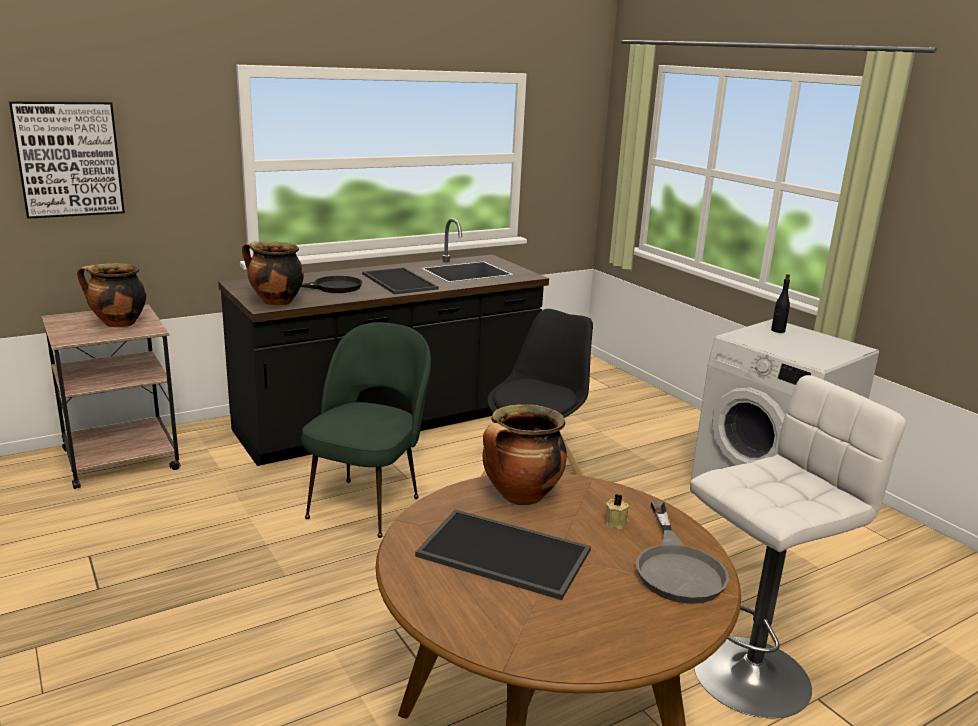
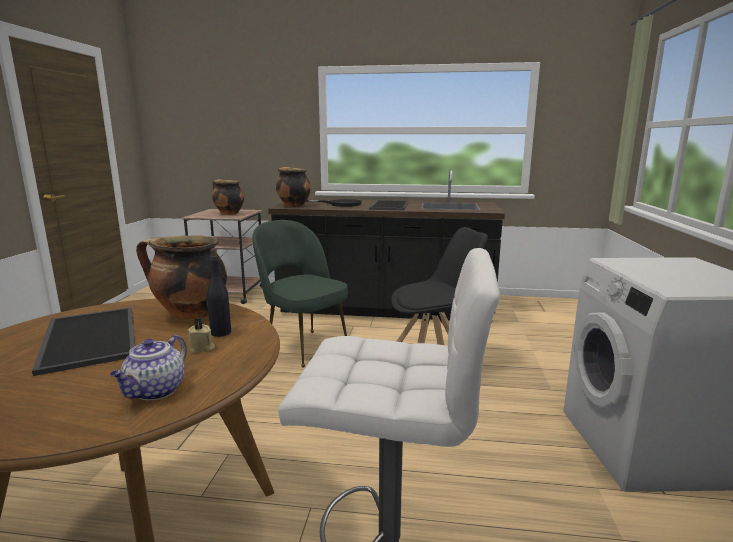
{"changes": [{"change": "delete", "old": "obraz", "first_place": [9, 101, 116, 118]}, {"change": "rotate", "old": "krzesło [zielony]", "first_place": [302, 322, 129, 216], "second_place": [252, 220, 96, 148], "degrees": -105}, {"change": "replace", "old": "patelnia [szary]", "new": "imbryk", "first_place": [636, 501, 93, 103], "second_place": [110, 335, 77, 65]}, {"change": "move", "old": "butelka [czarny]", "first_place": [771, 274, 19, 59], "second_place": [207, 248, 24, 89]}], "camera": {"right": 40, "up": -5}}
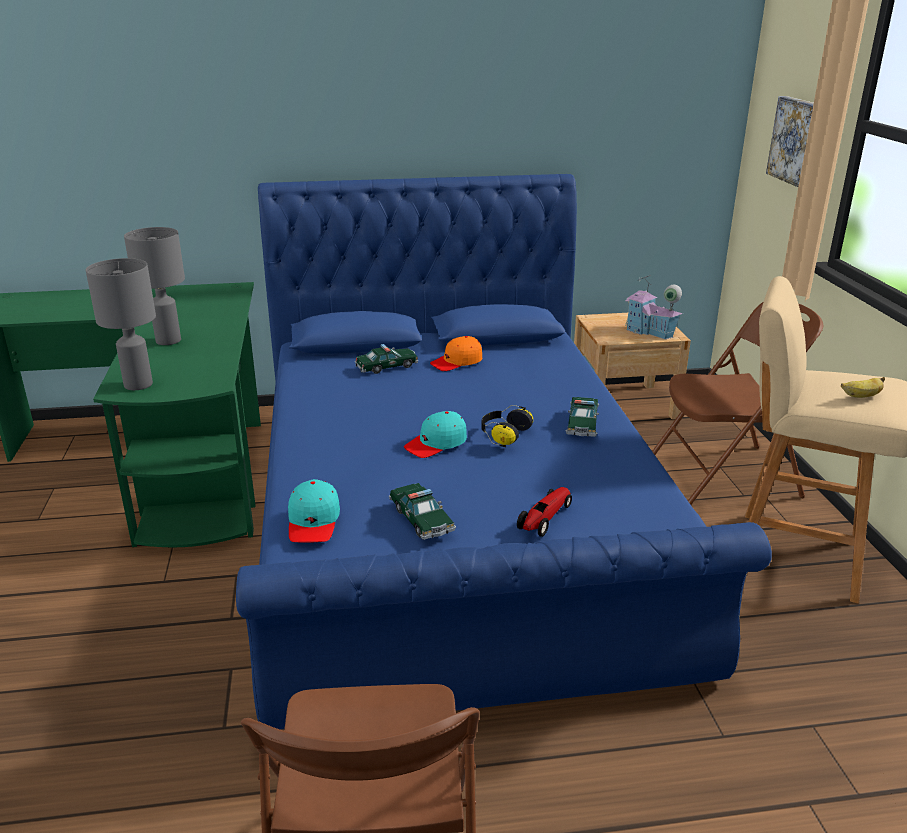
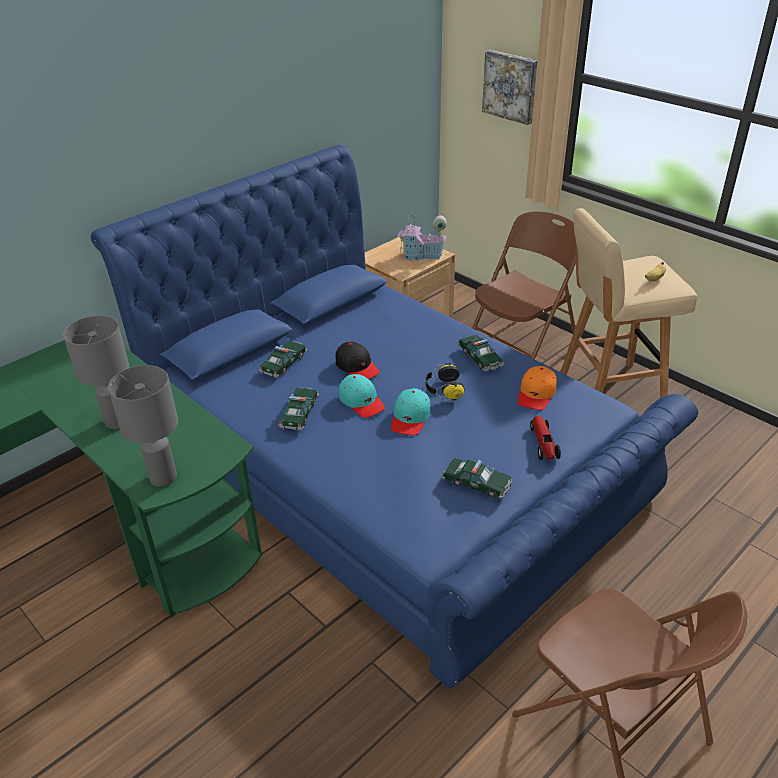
{"changes": [{"change": "move", "old": "czapka z daszkiem [turkusowy]", "first_place": [288, 479, 52, 64], "second_place": [339, 374, 46, 44]}, {"change": "move", "old": "czapka z daszkiem [pomarańczowy]", "first_place": [430, 336, 52, 35], "second_place": [518, 366, 39, 44]}, {"change": "insert", "new": "samochodzik", "second_place": [278, 388, 41, 43]}, {"change": "insert", "new": "czapka z daszkiem [czarny]", "second_place": [336, 342, 44, 37]}], "camera": {"right": -35, "up": 10}}
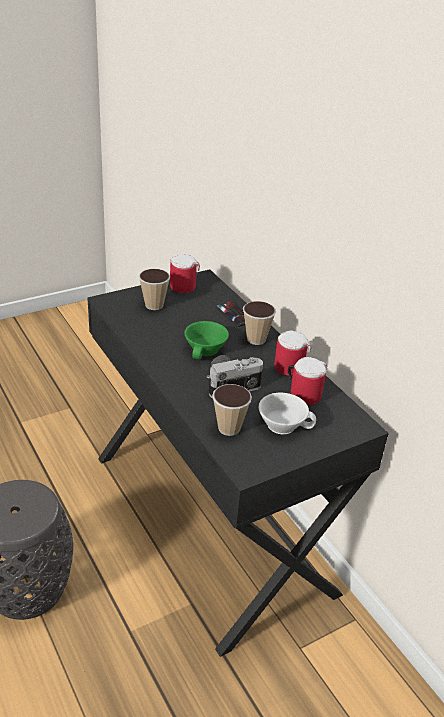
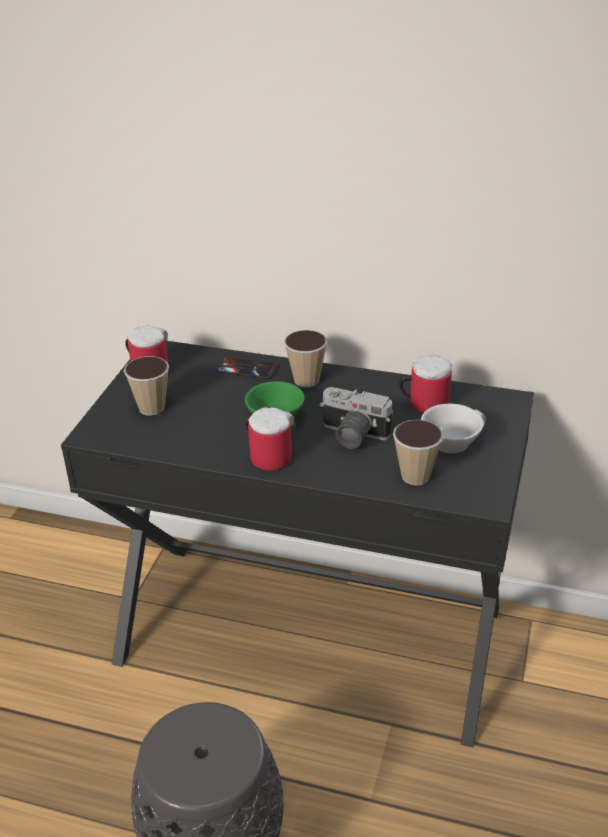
{"changes": [{"change": "rotate", "old": "aparat fotograficzny", "first_place": [207, 355, 56, 43], "second_place": [320, 387, 73, 62], "degrees": -90}, {"change": "move", "old": "kubek", "first_place": [275, 331, 37, 45], "second_place": [246, 407, 48, 64]}], "camera": {"right": -40, "up": 0}}
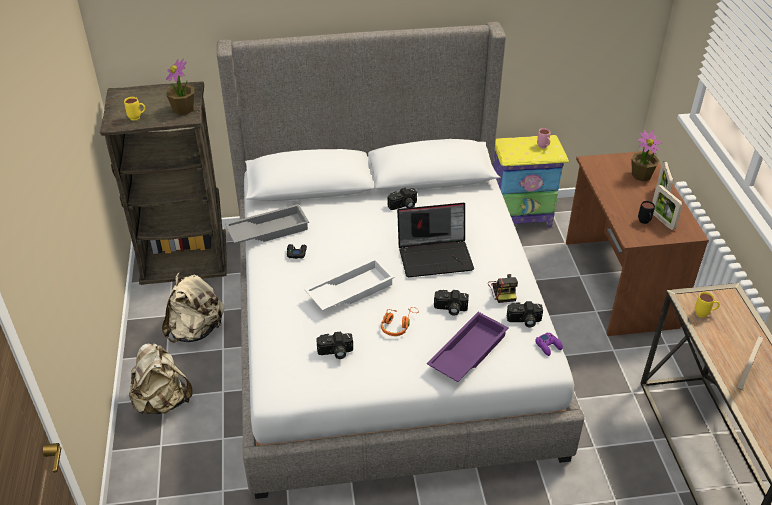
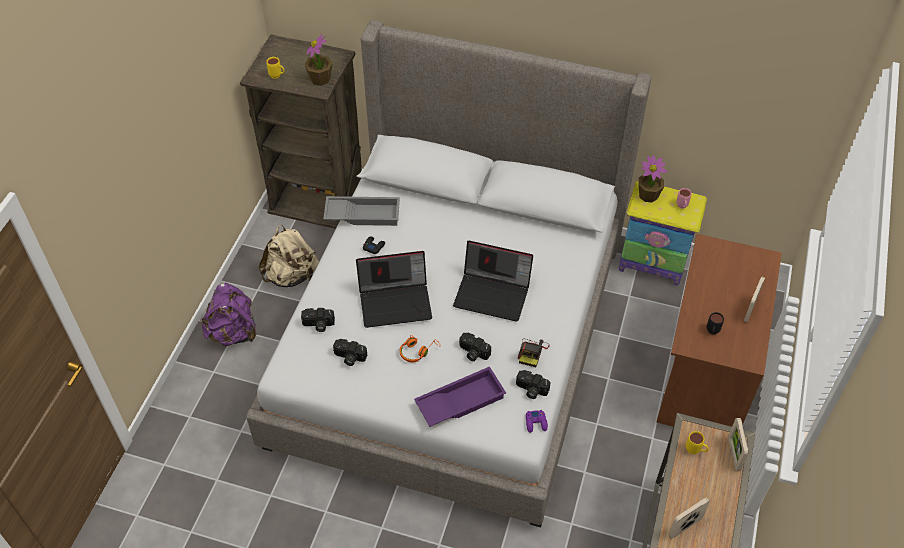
{"changes": [{"change": "recolor", "old": "plecak [beżowy]", "new": "plecak [fioletowy]", "first_place": [129, 343, 64, 71], "second_place": [200, 282, 56, 64]}, {"change": "replace", "old": "taca [biały]", "new": "laptop", "first_place": [305, 258, 90, 53], "second_place": [356, 251, 76, 77]}, {"change": "move", "old": "aparat fotograficzny", "first_place": [388, 188, 29, 22], "second_place": [301, 308, 34, 24]}, {"change": "move", "old": "roślina doniczkowa", "first_place": [631, 130, 31, 51], "second_place": [638, 155, 29, 48]}, {"change": "move", "old": "ramka na zdjęcie", "first_place": [652, 185, 31, 45], "second_place": [728, 418, 21, 53]}], "camera": {"right": 25, "up": 10}}
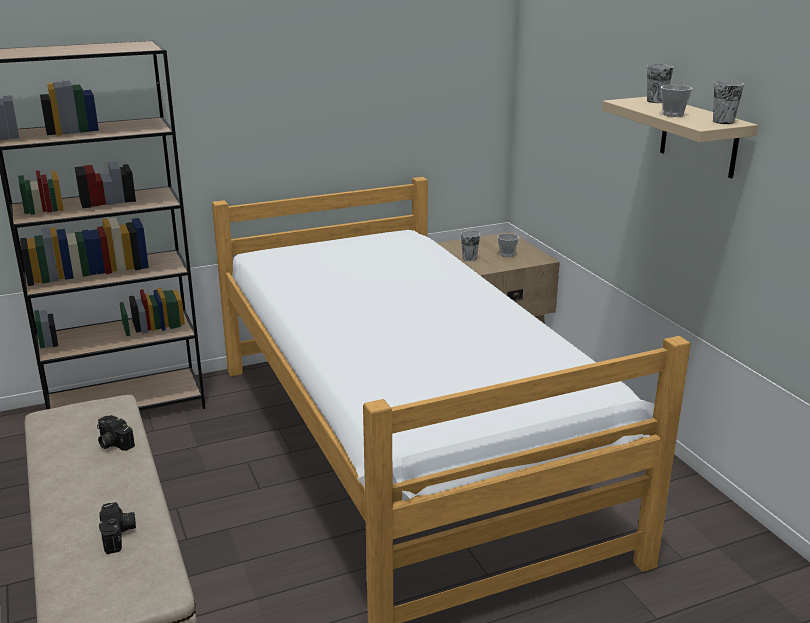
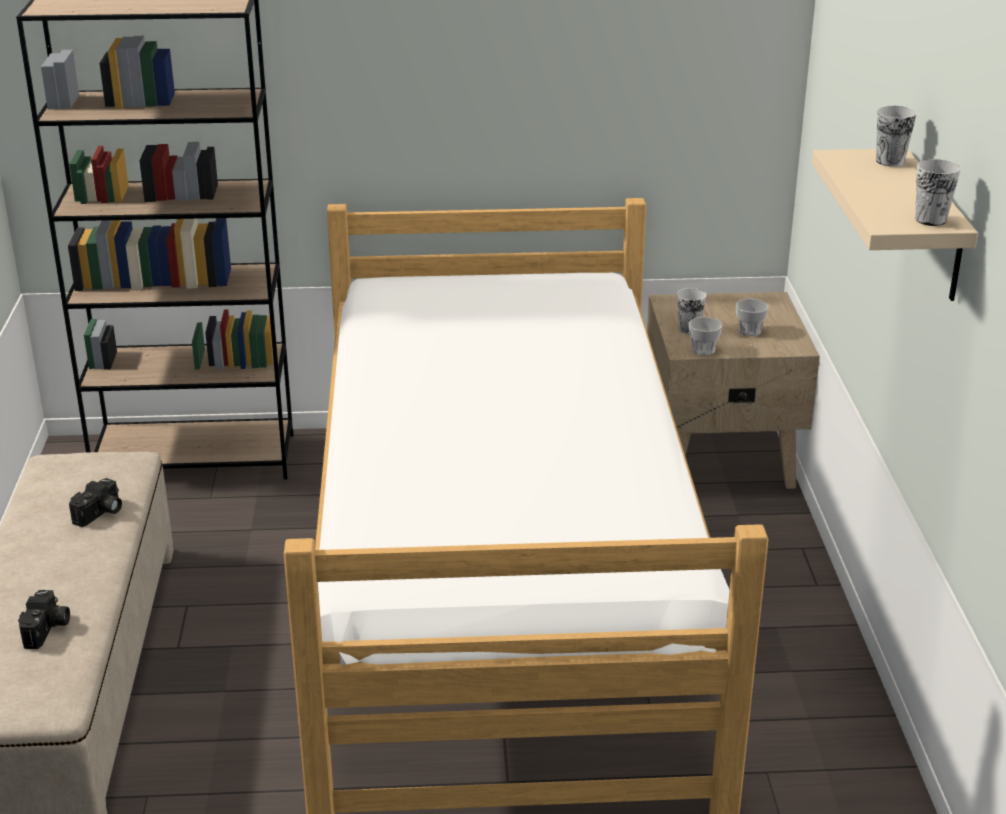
{"changes": [{"change": "rotate", "old": "aparat fotograficzny", "first_place": [97, 415, 38, 36], "second_place": [69, 478, 53, 49], "degrees": -120}, {"change": "move", "old": "filiżanka", "first_place": [661, 85, 31, 32], "second_place": [689, 317, 33, 39]}], "camera": {"right": 20, "up": 5}}
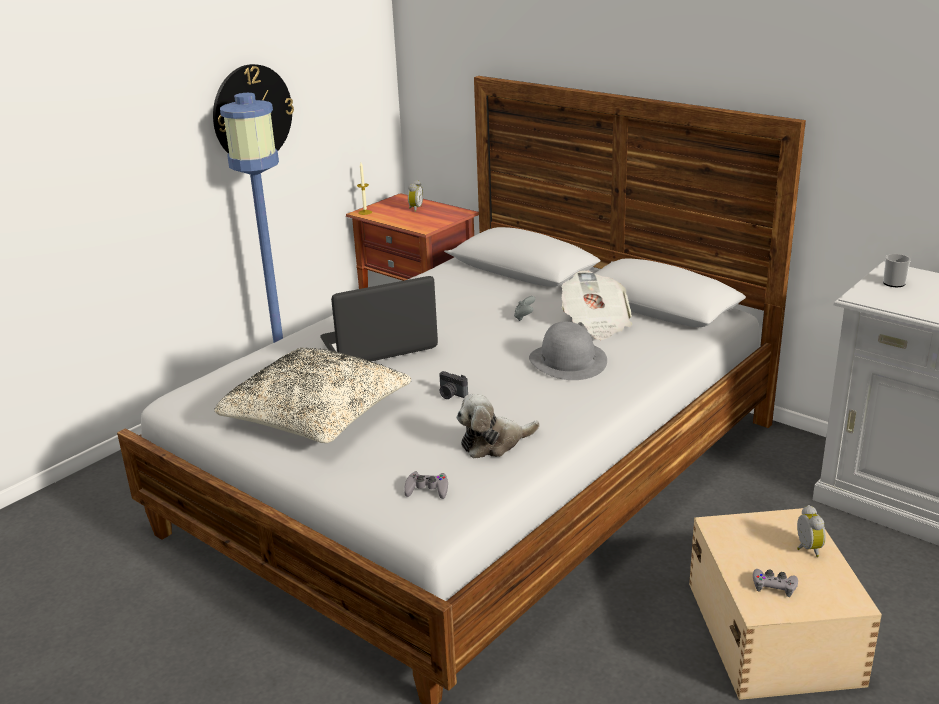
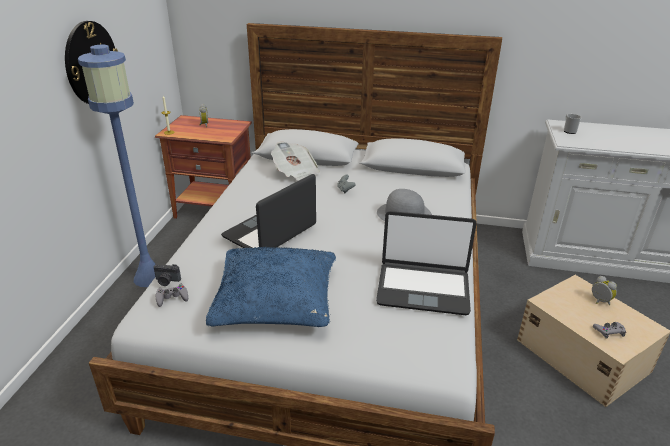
{"changes": [{"change": "recolor", "old": "poduszka [beżowy]", "new": "poduszka [niebieski]", "first_place": [215, 347, 196, 96], "second_place": [206, 247, 130, 80]}, {"change": "move", "old": "pad do gier [szary]", "first_place": [404, 471, 44, 28], "second_place": [155, 284, 33, 23]}, {"change": "move", "old": "aparat fotograficzny", "first_place": [439, 371, 29, 28], "second_place": [154, 264, 27, 22]}, {"change": "replace", "old": "pluszak", "new": "laptop", "first_place": [456, 394, 84, 64], "second_place": [376, 211, 101, 104]}, {"change": "move", "old": "gazeta", "first_place": [562, 271, 70, 69], "second_place": [271, 141, 49, 40]}], "camera": {"right": -30, "up": 5}}
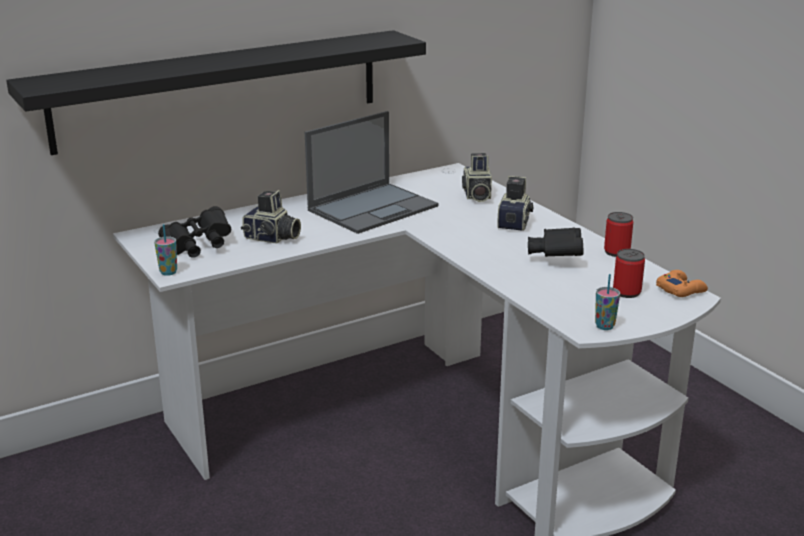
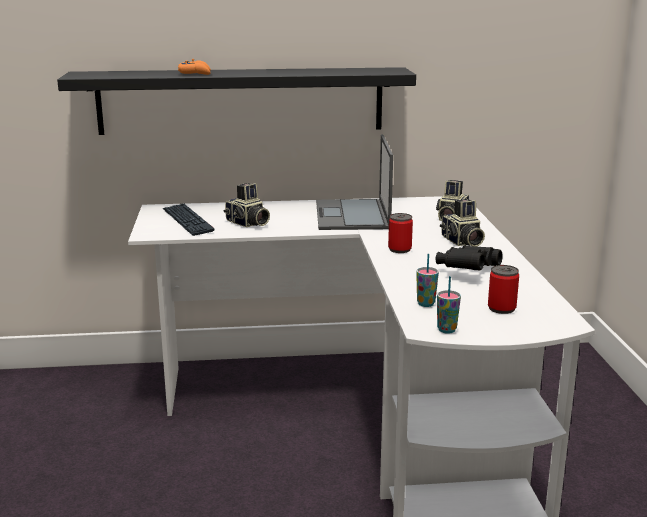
{"changes": [{"change": "move", "old": "filiżanka", "first_place": [154, 224, 23, 52], "second_place": [416, 254, 23, 53]}, {"change": "replace", "old": "lornetka [czarny]", "new": "klawiatura", "first_place": [158, 206, 73, 52], "second_place": [163, 203, 52, 33]}, {"change": "rotate", "old": "laptop", "first_place": [305, 111, 134, 123], "second_place": [316, 135, 77, 95], "degrees": 105}, {"change": "rotate", "old": "aparat fotograficzny", "first_place": [497, 176, 37, 55], "second_place": [440, 199, 45, 48], "degrees": 120}, {"change": "move", "old": "puszka", "first_place": [604, 212, 29, 45], "second_place": [388, 213, 25, 40]}, {"change": "move", "old": "pad do gier [pomarańczowy]", "first_place": [656, 270, 52, 27], "second_place": [178, 59, 33, 16]}], "camera": {"right": 25, "up": -5}}
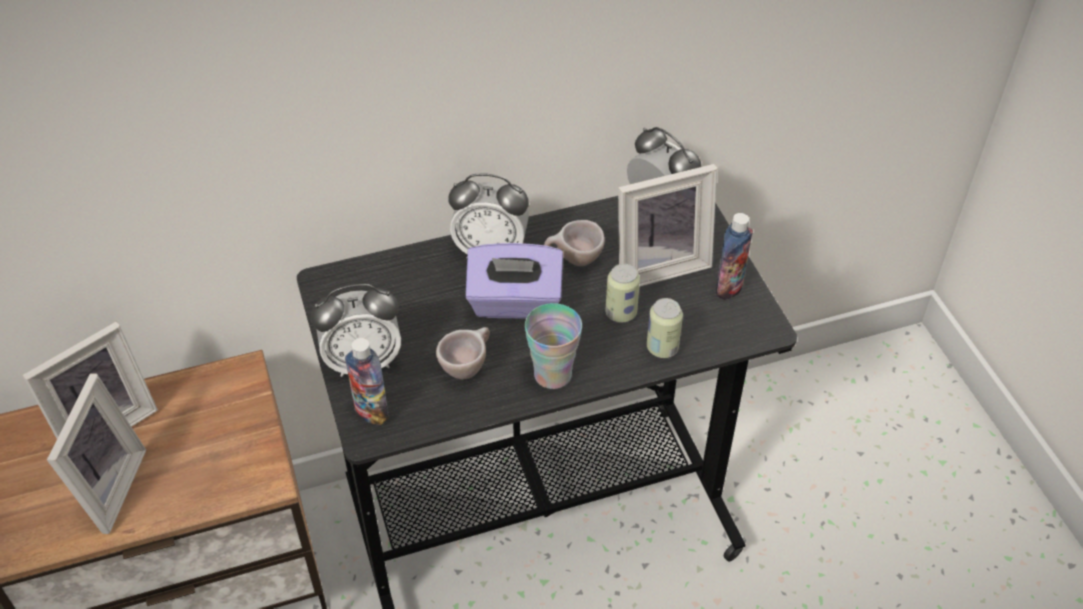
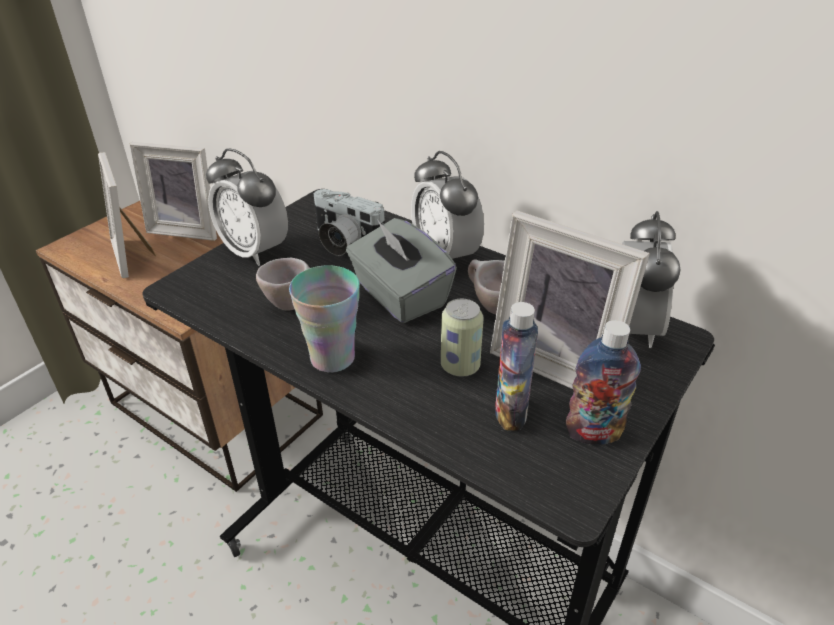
{"changes": [{"change": "rotate", "old": "ramka na zdjęcie", "first_place": [47, 373, 99, 161], "second_place": [98, 152, 58, 126], "degrees": 90}, {"change": "move", "old": "butelka", "first_place": [345, 338, 44, 87], "second_place": [495, 302, 43, 129]}, {"change": "recolor", "old": "pudełko chusteczek [fioletowy]", "new": "pudełko chusteczek [szary]", "first_place": [465, 243, 98, 76], "second_place": [346, 218, 111, 105]}, {"change": "delete", "old": "puszka", "first_place": [647, 298, 36, 60]}, {"change": "insert", "new": "aparat fotograficzny", "second_place": [314, 189, 71, 67]}], "camera": {"right": 55, "up": -10}}
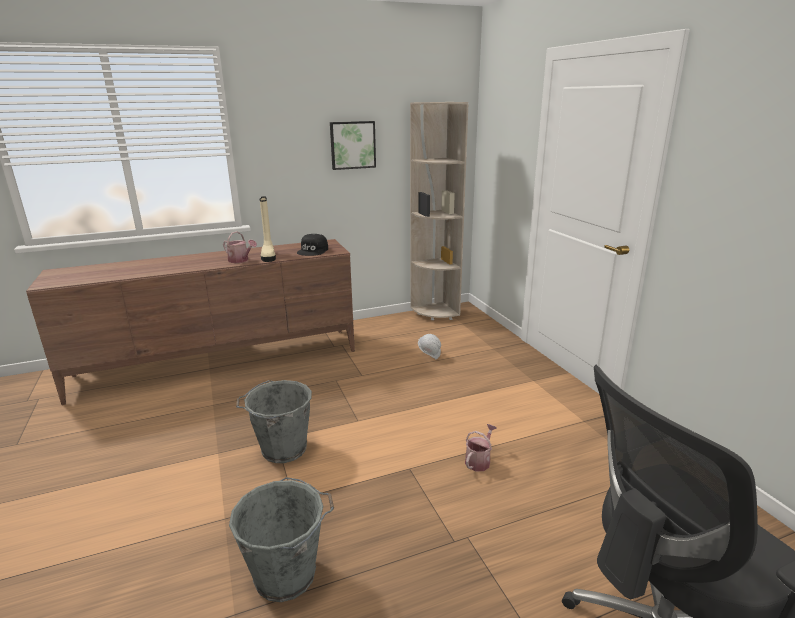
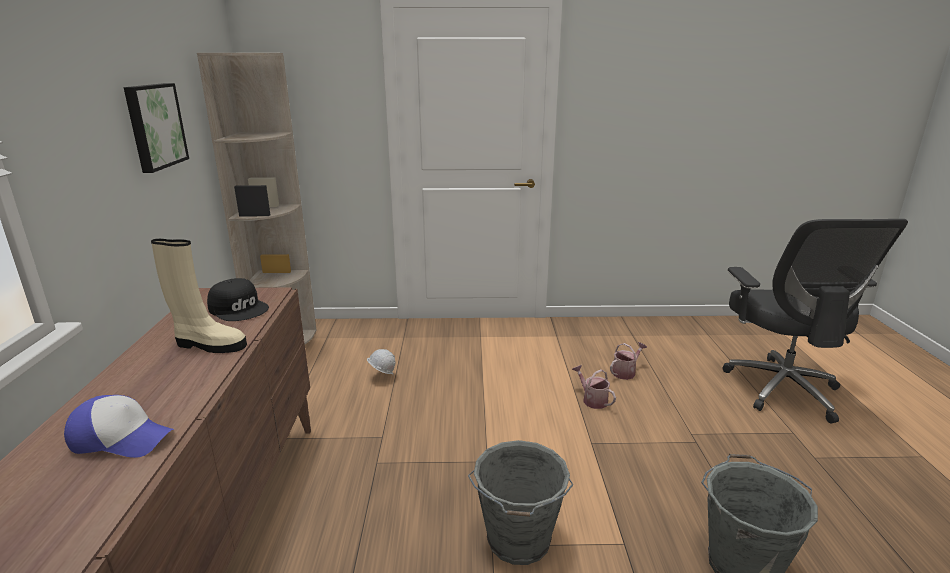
{"changes": [{"change": "move", "old": "konewka", "first_place": [223, 231, 34, 32], "second_place": [610, 342, 37, 38]}, {"change": "insert", "new": "czapka z daszkiem", "second_place": [64, 395, 110, 63]}], "camera": {"right": -70, "up": 0}}
